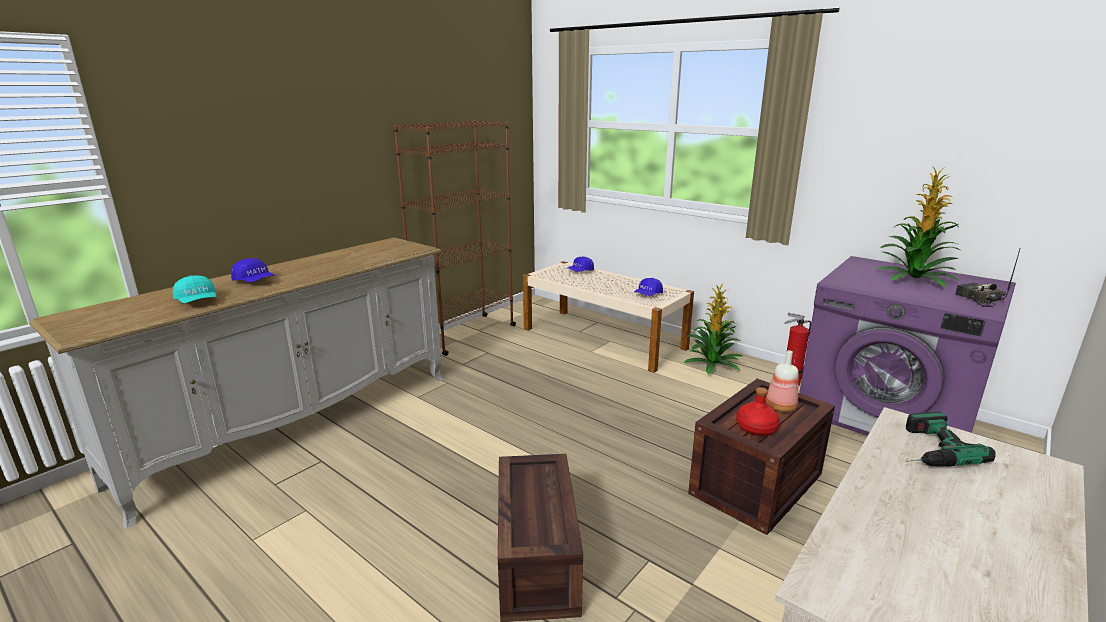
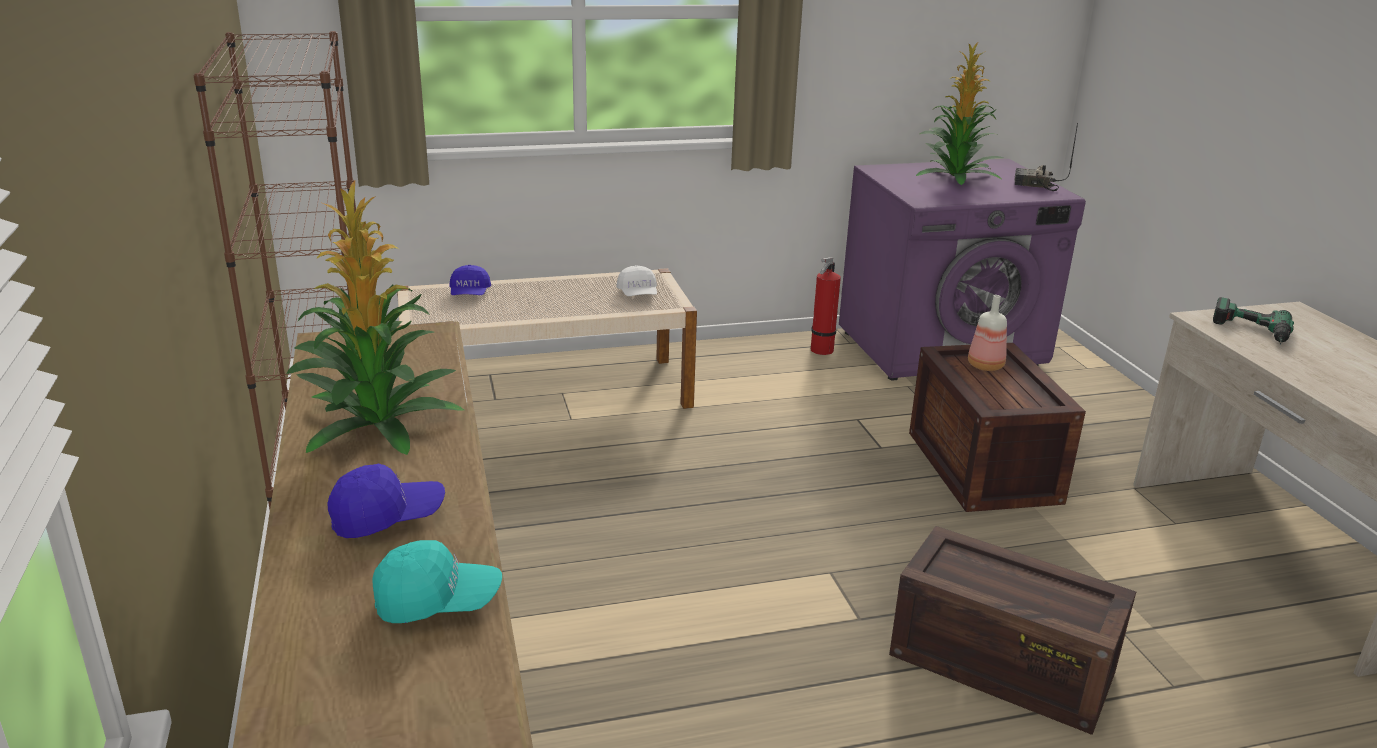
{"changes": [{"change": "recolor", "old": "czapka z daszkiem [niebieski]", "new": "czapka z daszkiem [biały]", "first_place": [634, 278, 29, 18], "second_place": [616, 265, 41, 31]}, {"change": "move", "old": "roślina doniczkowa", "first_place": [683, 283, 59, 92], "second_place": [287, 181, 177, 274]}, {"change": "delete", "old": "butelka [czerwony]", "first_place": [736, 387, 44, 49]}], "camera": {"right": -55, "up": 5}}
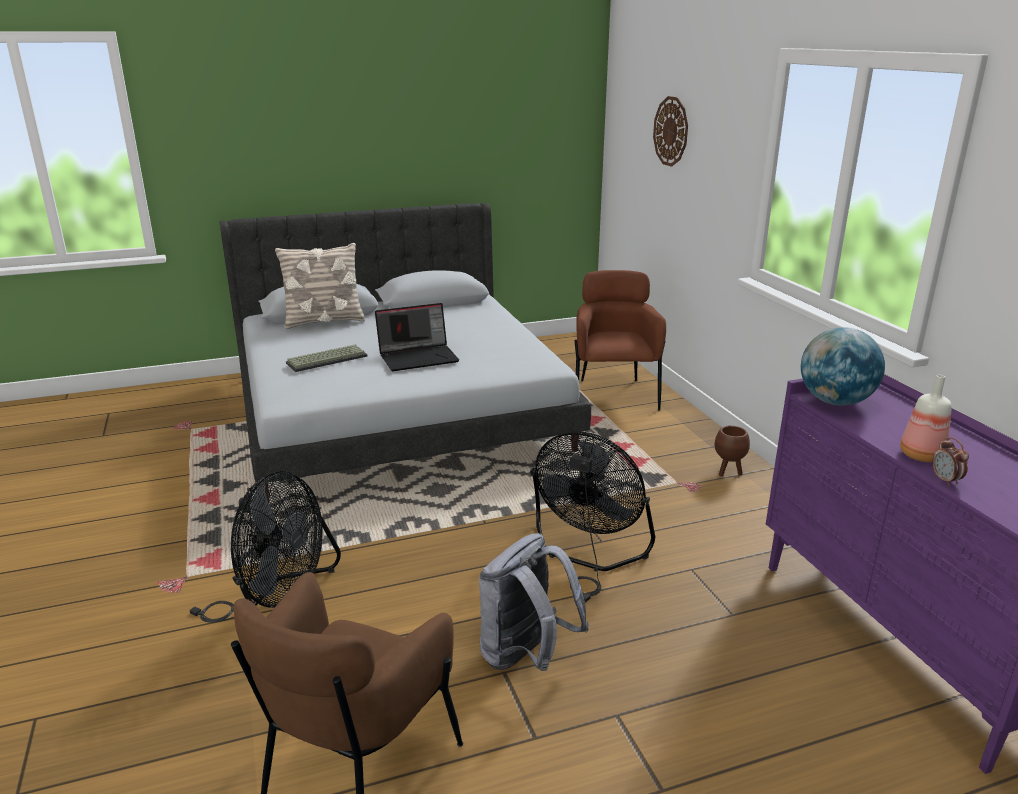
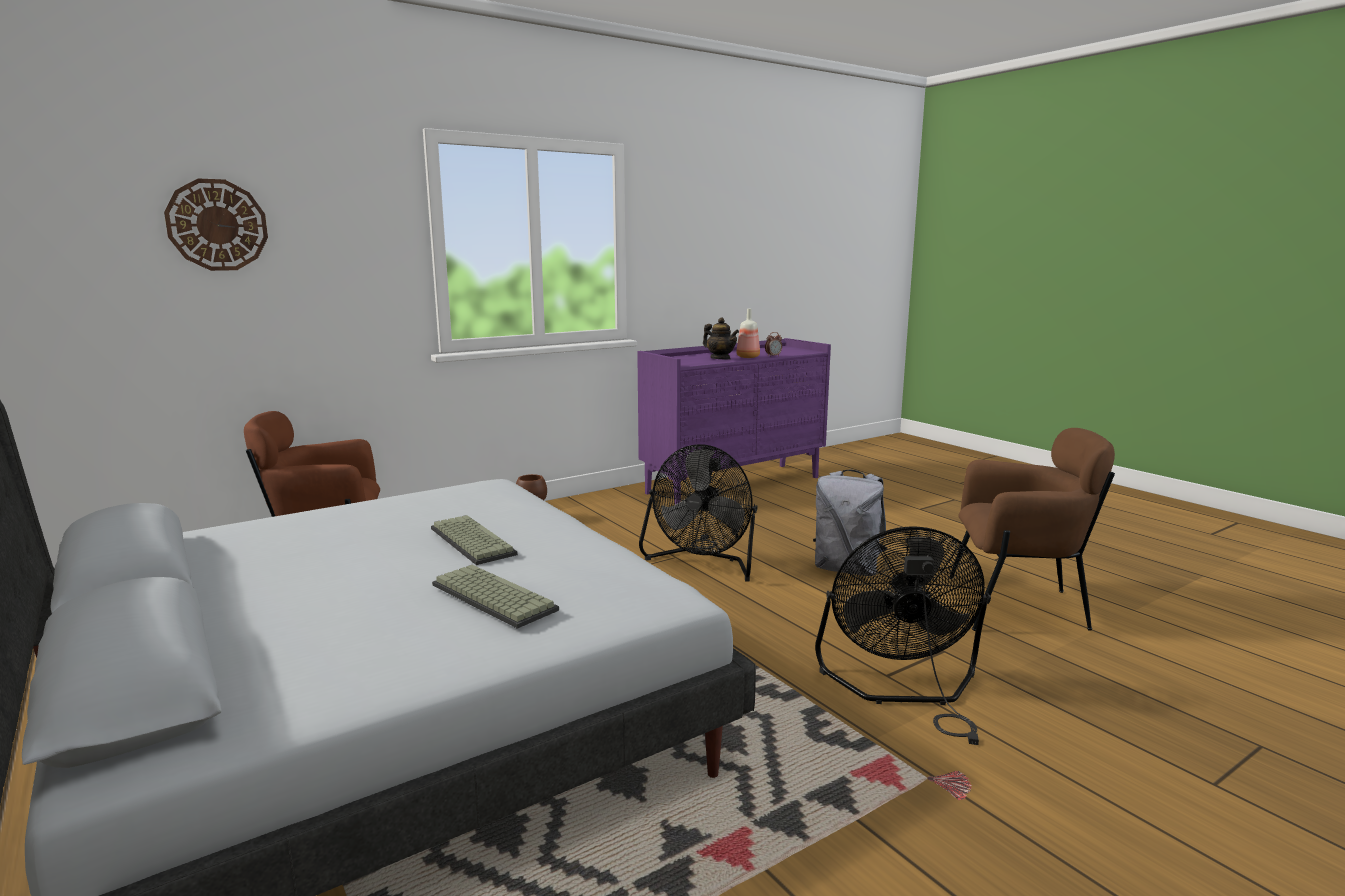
{"changes": [{"change": "delete", "old": "poduszka [beżowy]", "first_place": [275, 243, 90, 86]}, {"change": "replace", "old": "laptop", "new": "klawiatura", "first_place": [375, 303, 84, 68], "second_place": [431, 515, 87, 50]}, {"change": "rotate", "old": "wentylator [czarny]", "first_place": [530, 432, 125, 171], "second_place": [639, 444, 119, 137], "degrees": -75}, {"change": "delete", "old": "globus", "first_place": [801, 327, 84, 79]}, {"change": "insert", "new": "imbryk", "second_place": [703, 318, 36, 41]}], "camera": {"right": -105, "up": -10}}
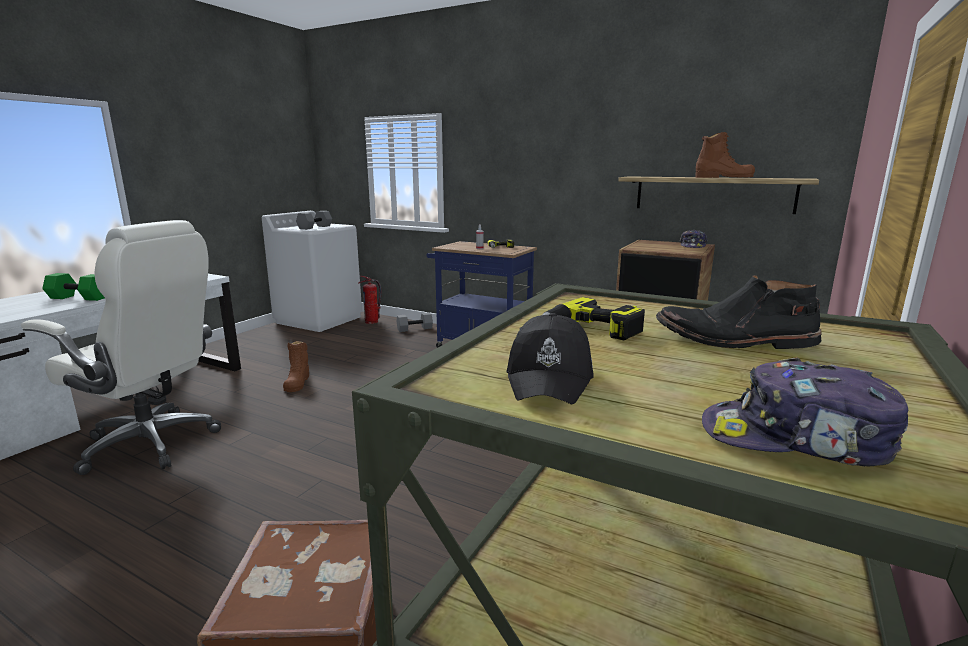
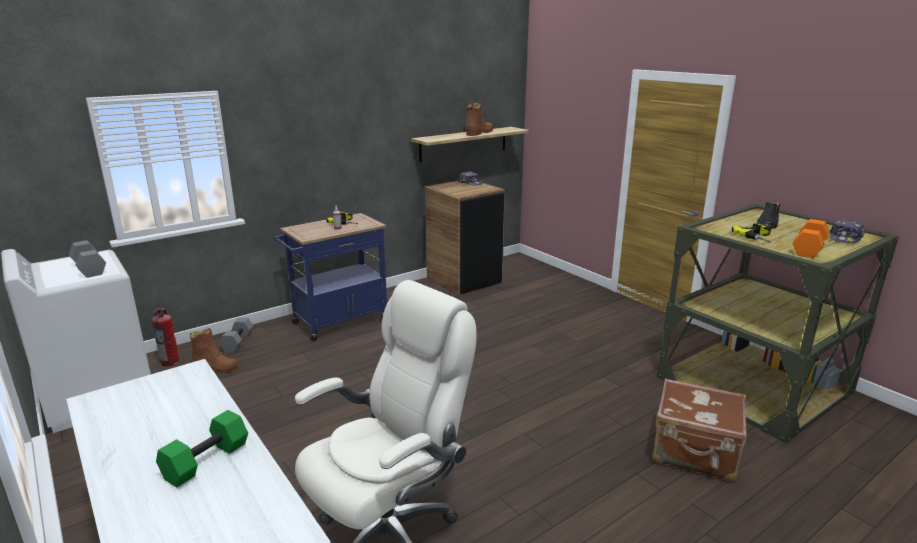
{"changes": [{"change": "move", "old": "but z cholewką [brązowy]", "first_place": [283, 341, 26, 51], "second_place": [190, 328, 48, 45]}, {"change": "replace", "old": "czapka z daszkiem [czarny]", "new": "hantel [pomarańczowy]", "first_place": [507, 313, 87, 91], "second_place": [793, 219, 36, 39]}], "camera": {"right": -65, "up": 5}}
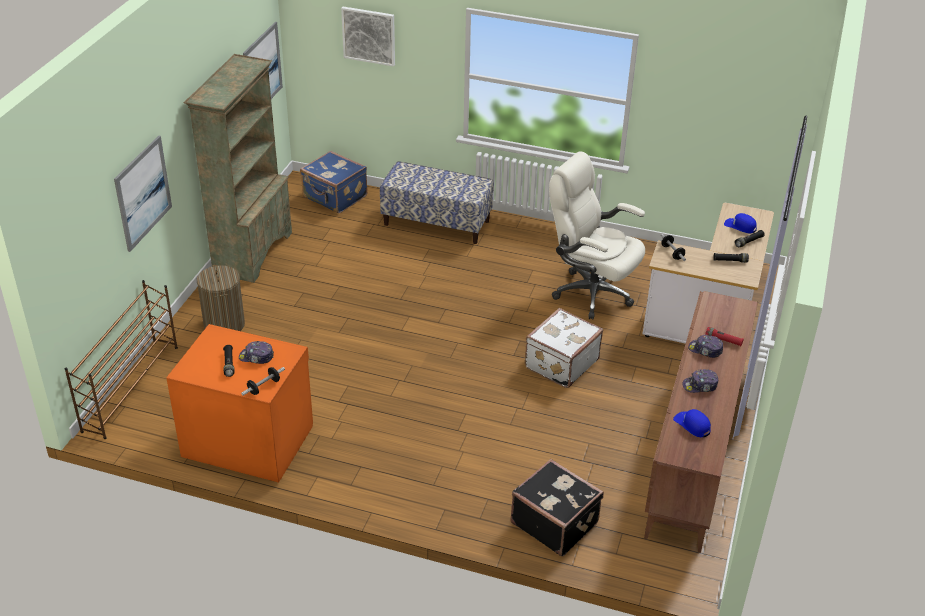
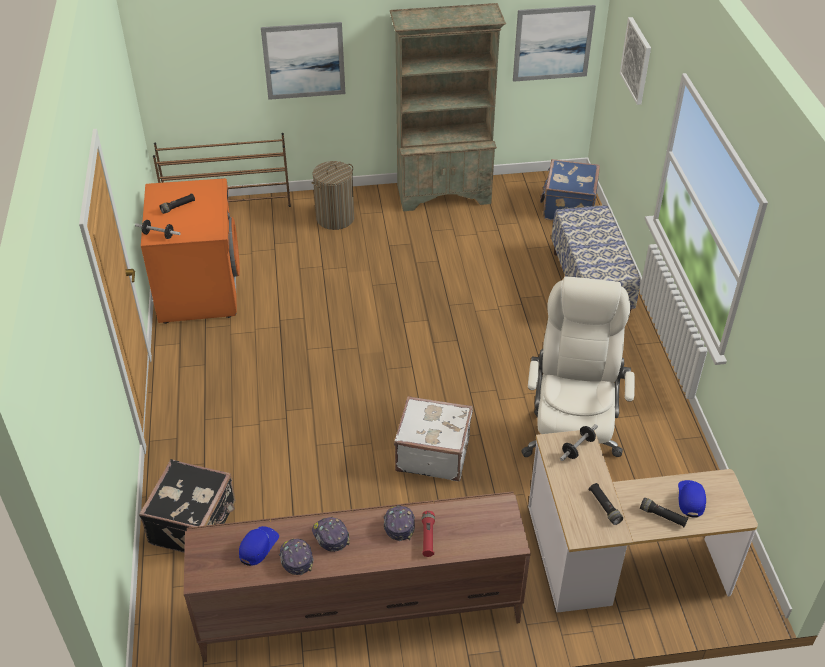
{"changes": [{"change": "move", "old": "czapka z daszkiem", "first_place": [239, 341, 35, 23], "second_place": [279, 539, 34, 36]}], "camera": {"right": 65, "up": 5}}
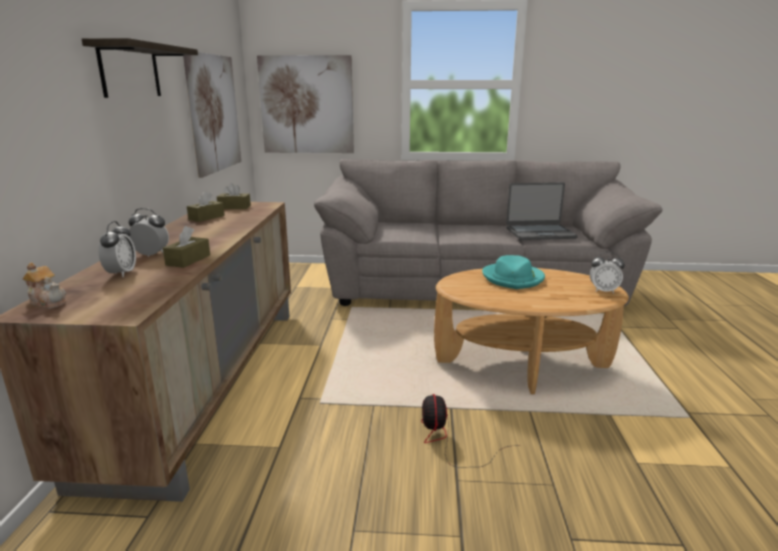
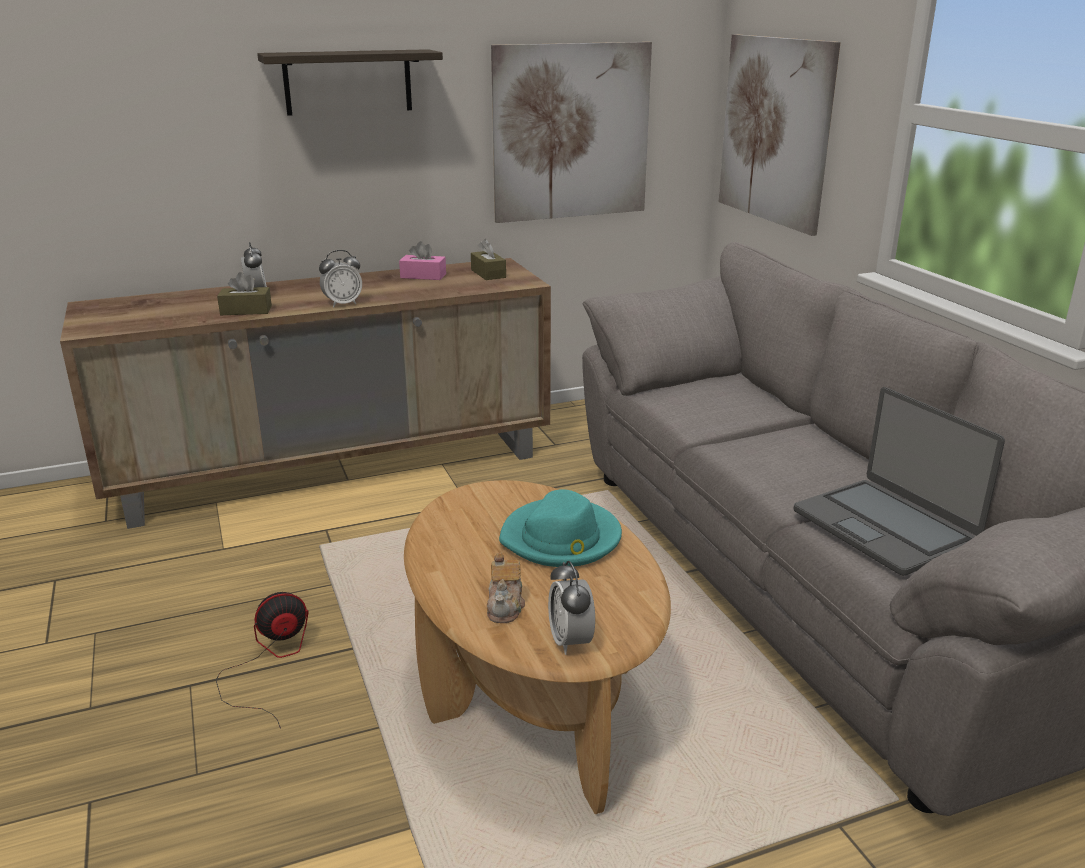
{"changes": [{"change": "move", "old": "imbryk", "first_place": [23, 263, 44, 46], "second_place": [487, 552, 38, 71]}, {"change": "move", "old": "budzik", "first_place": [98, 221, 38, 56], "second_place": [319, 250, 43, 57]}, {"change": "recolor", "old": "pudełko chusteczek [brązowy]", "new": "pudełko chusteczek [różowy]", "first_place": [187, 191, 38, 31], "second_place": [399, 241, 47, 39]}], "camera": {"right": 65, "up": 5}}
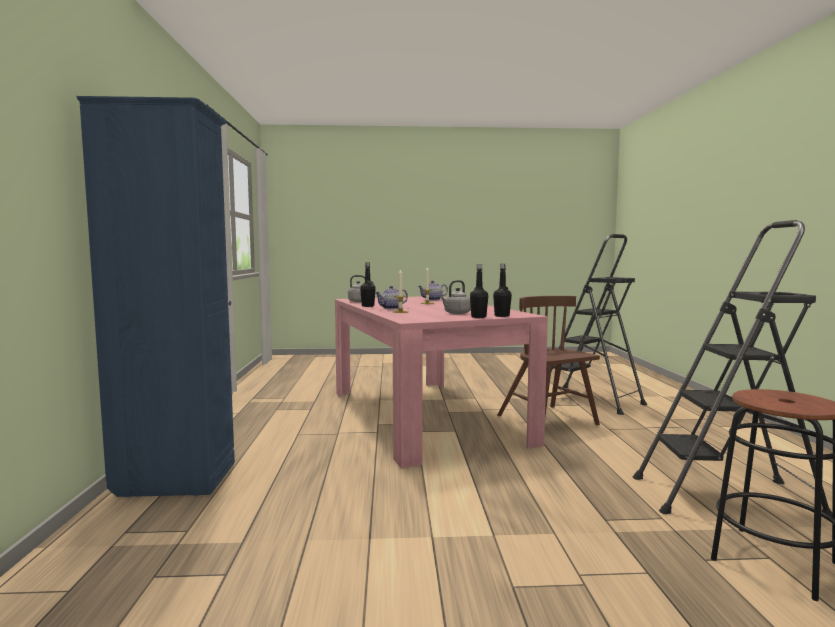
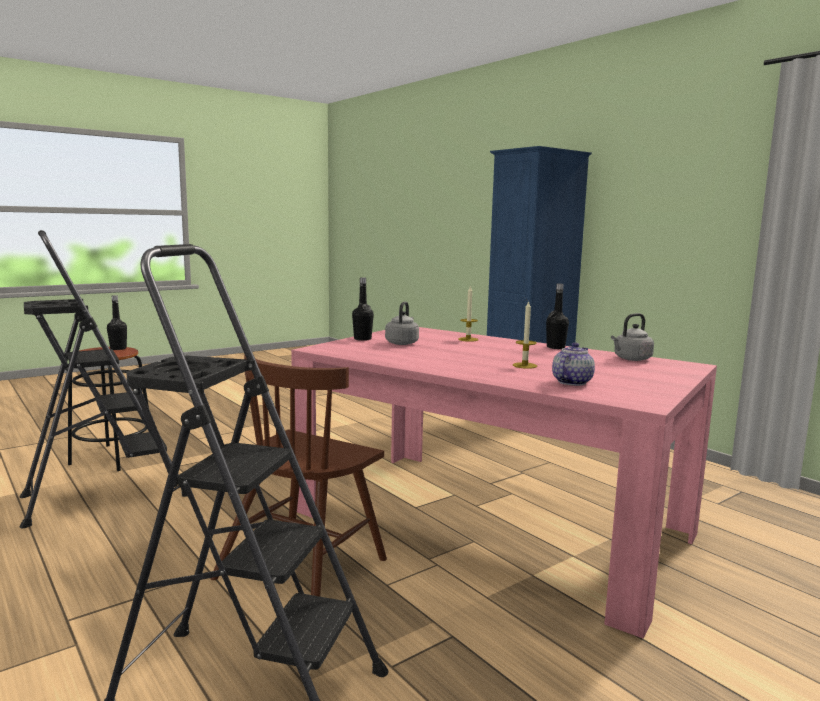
{"changes": [{"change": "delete", "old": "imbryk", "first_place": [375, 286, 33, 23]}, {"change": "move", "old": "butelka [czarny]", "first_place": [493, 264, 19, 53], "second_place": [107, 295, 20, 55]}, {"change": "rotate", "old": "krzesło [brązowy]", "first_place": [497, 296, 103, 129], "second_place": [210, 354, 177, 243], "degrees": 90}], "camera": {"right": 145, "up": 5}}
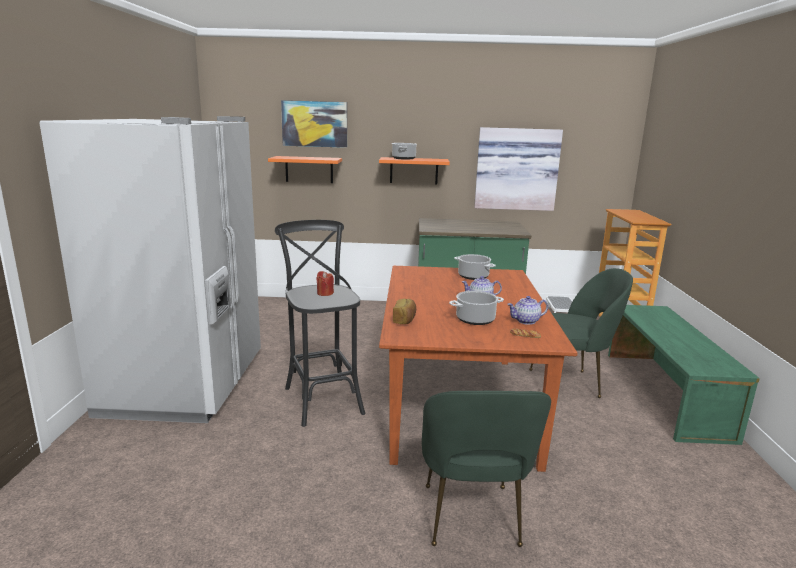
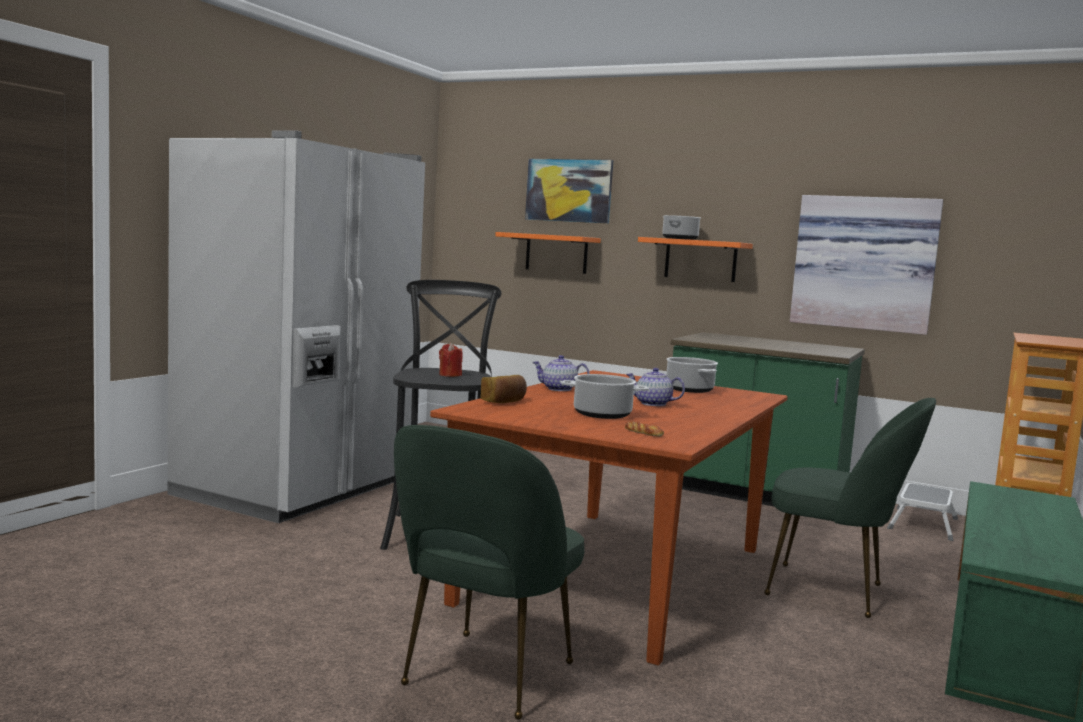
{"changes": [{"change": "move", "old": "imbryk", "first_place": [507, 296, 41, 29], "second_place": [532, 355, 58, 36]}], "camera": {"right": 25, "up": -10}}
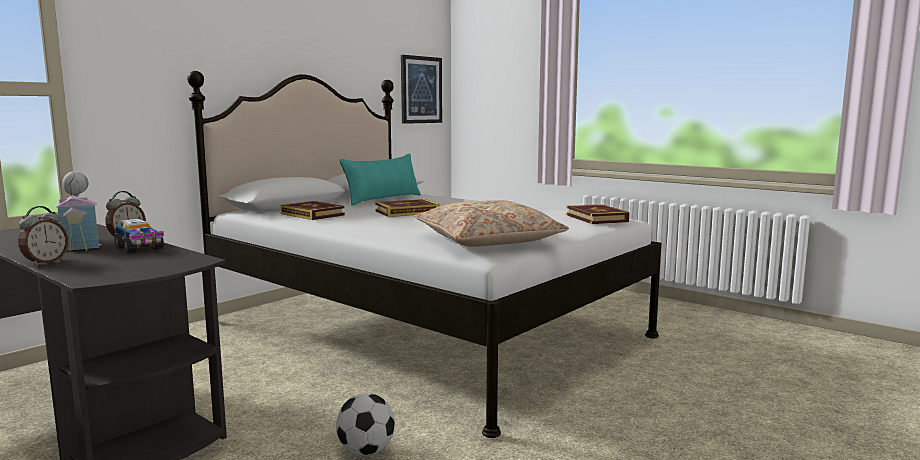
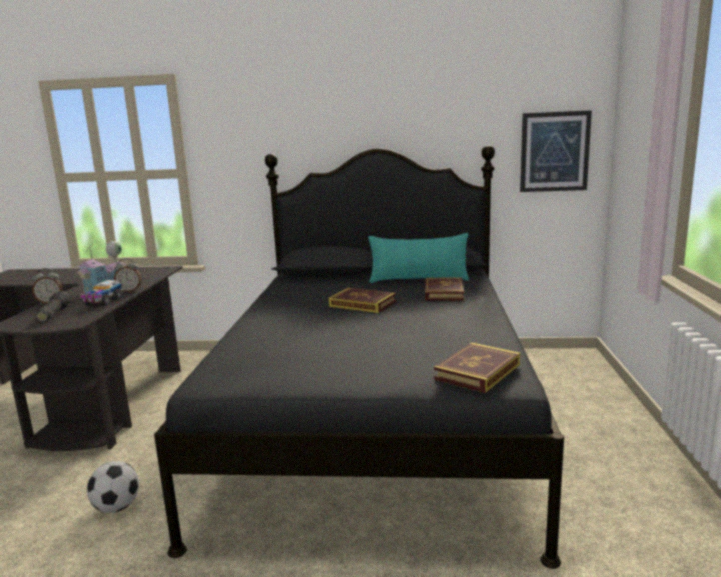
{"changes": [{"change": "recolor", "old": "łóżko [biały]", "new": "łóżko [czarny]", "first_place": [187, 71, 474, 367], "second_place": [154, 145, 410, 424]}, {"change": "move", "old": "książka", "first_place": [280, 201, 65, 19], "second_place": [425, 277, 39, 24]}, {"change": "delete", "old": "poduszka [beżowy]", "first_place": [414, 200, 155, 47]}, {"change": "insert", "new": "latarka", "second_place": [35, 291, 36, 31]}], "camera": {"right": 55, "up": 5}}
